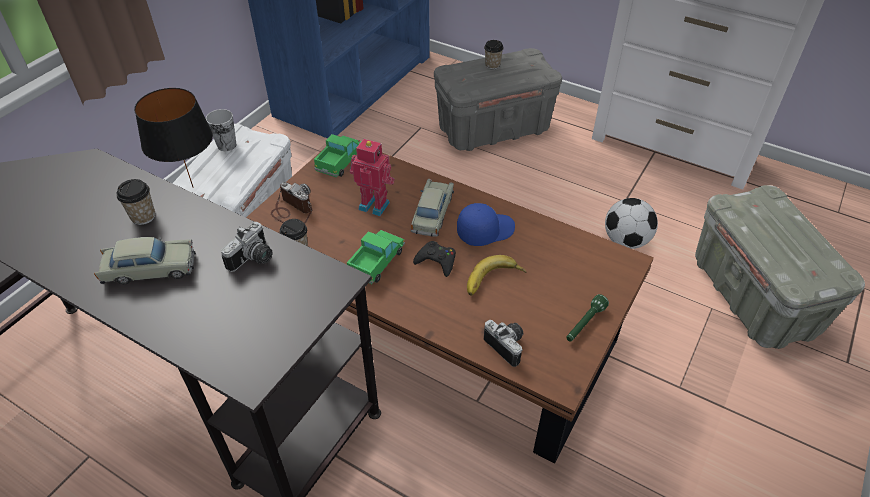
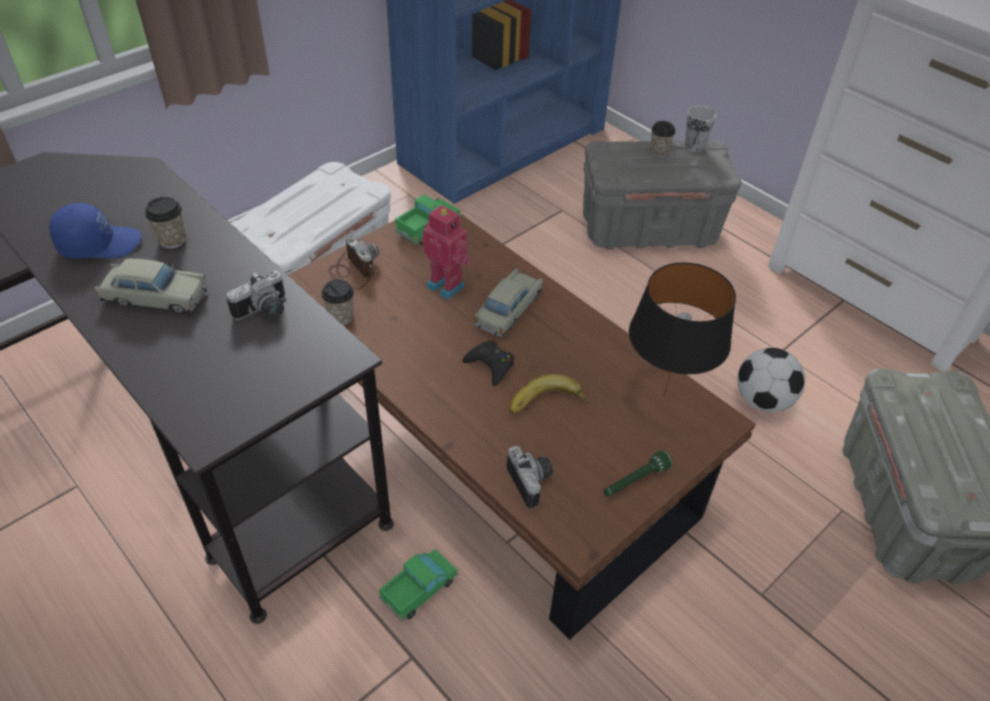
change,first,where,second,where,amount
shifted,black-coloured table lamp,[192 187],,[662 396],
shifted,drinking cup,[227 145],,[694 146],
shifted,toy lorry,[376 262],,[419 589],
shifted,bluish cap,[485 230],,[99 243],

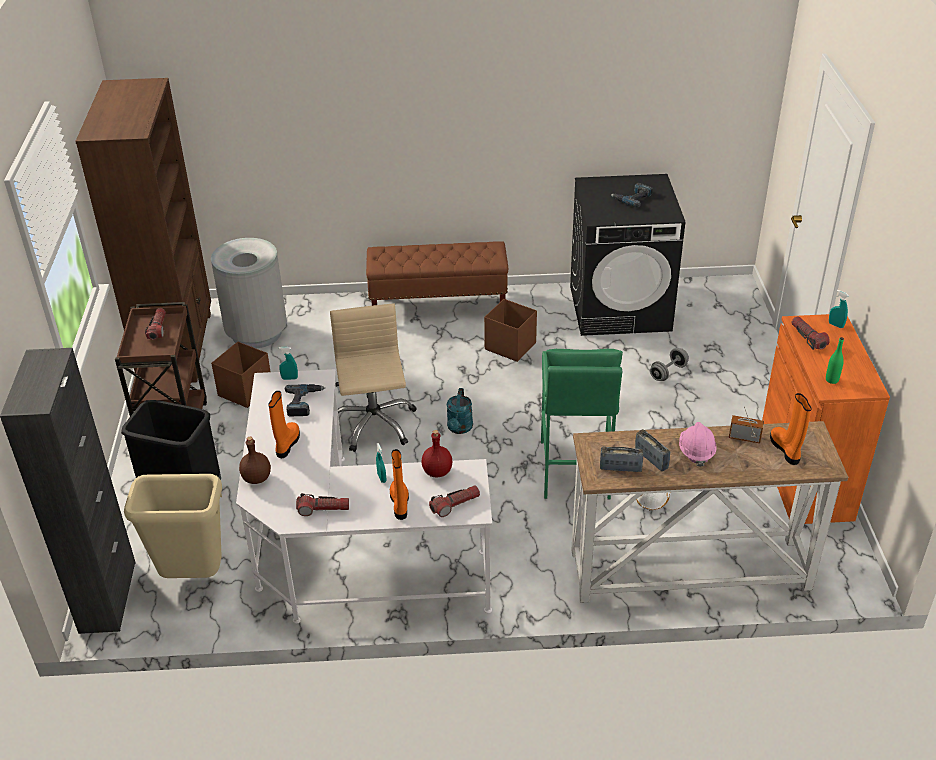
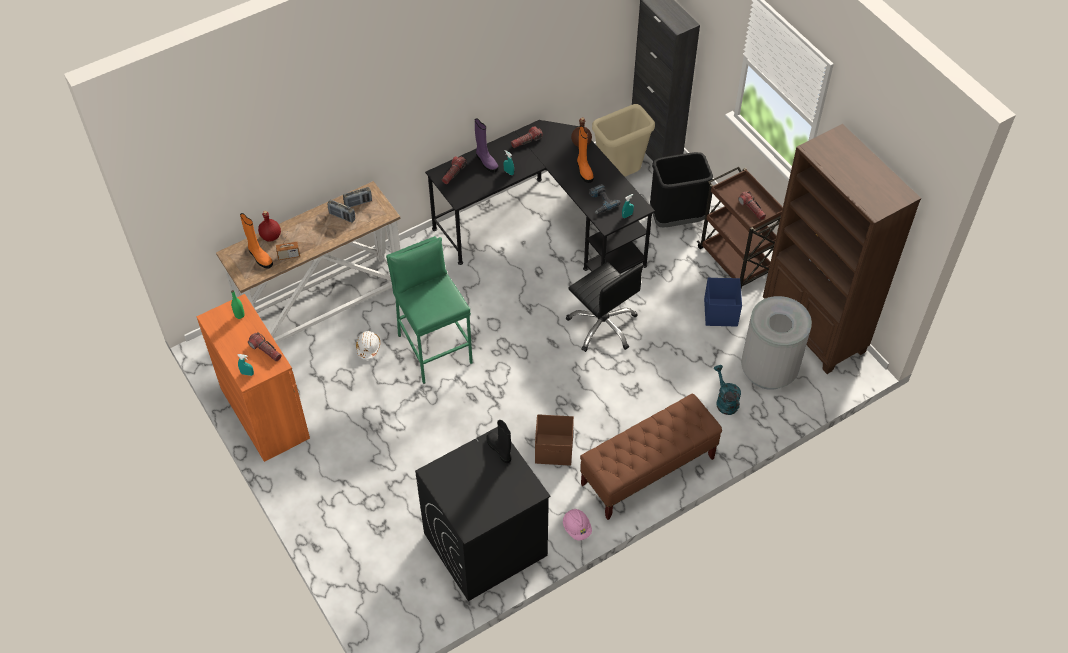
change,first,where,second,where,amount
gone,power drill,[632 198],,,
gone,greyish free weight,[668 372],,,
new,,,black-coloured tall boot,[500 450],
shifted,red drink bottle,[437 471],,[271 237],
shifted,turquoise watering pot,[459 428],,[725 401],
shifted,pink safety helmet,[696 452],,[577 528],
repainted,brownish storage bin,[246 391],bluish storage bin,[720 313],
repainted,white desk table,[347 551],black-coloured desk table,[544 228],
repainted,beige-coloured computer chair,[374 424],black-coloured computer chair,[603 325],
repainted,orangey tall boot,[400 503],purplish tall boot,[486 161],

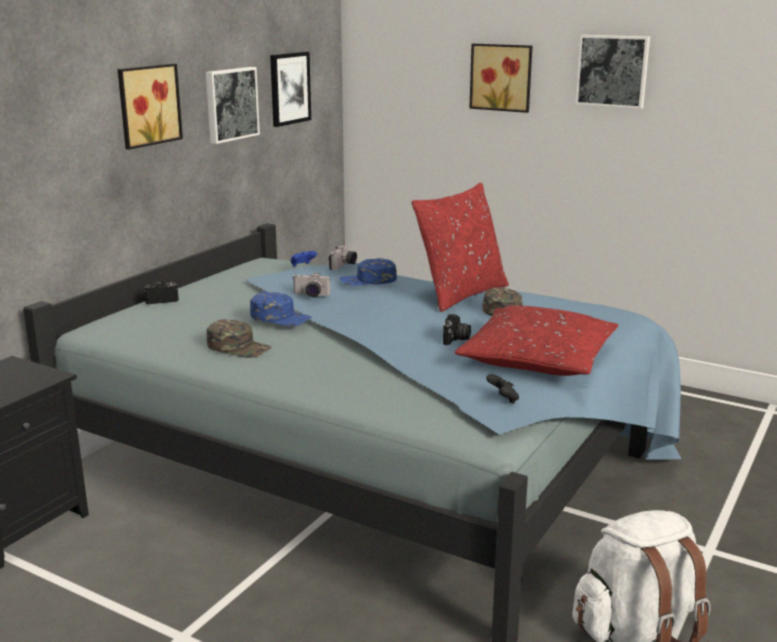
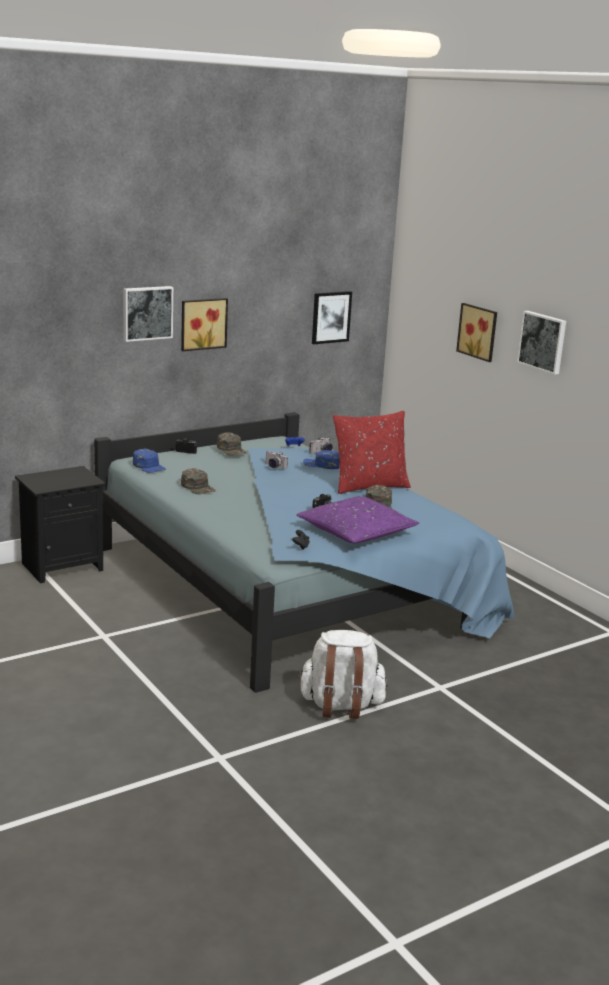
change,first,where,second,where,amount
new,,,greenish cap,[231 449],
shifted,picture,[230 104],,[147 313],
shifted,bluish cap,[280 317],,[149 466],
repainted,red cushion,[537 358],purplish cushion,[356 532],

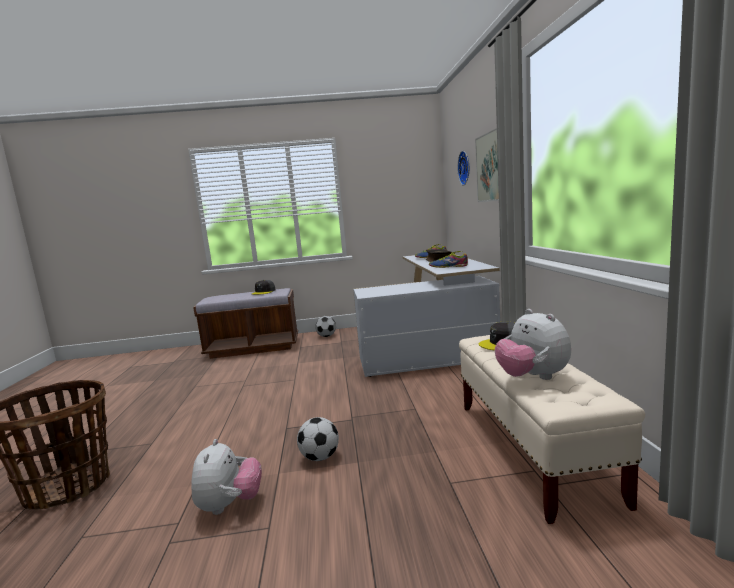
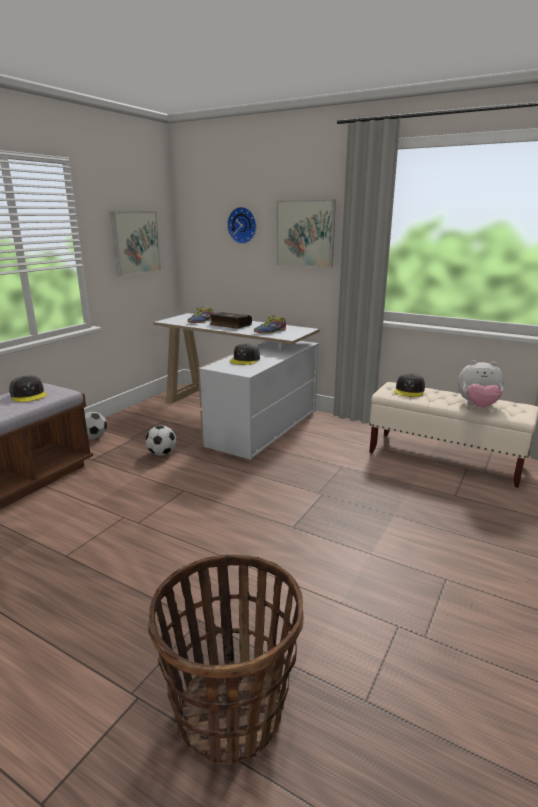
change,first,where,second,where,amount
gone,soft toy,[230 505],,,
new,,,picture,[136 243],
new,,,greyish cap,[245 360],
shifted,football ball,[320 457],,[162 453],

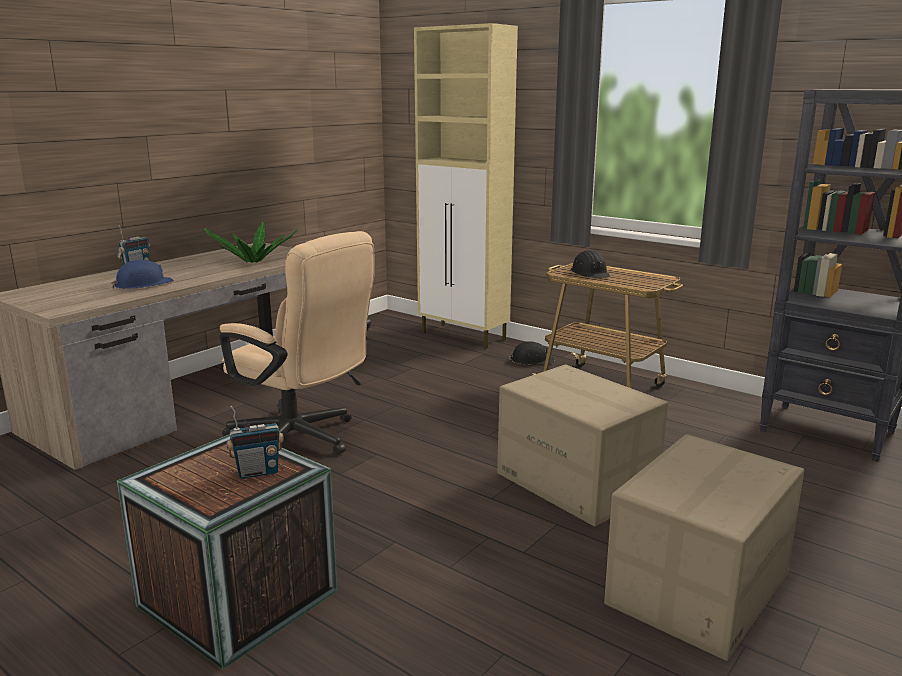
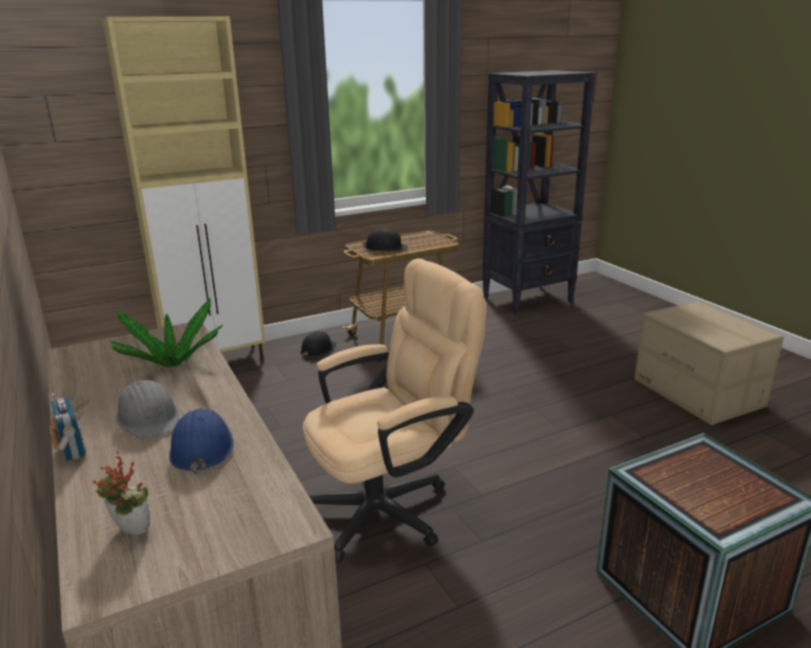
change,first,where,second,where,amount
gone,radio receiver,[258 472],,,
gone,packing box,[577 483],,,
new,,,potted plant,[129 532],
new,,,greyish safety helmet,[149 418],

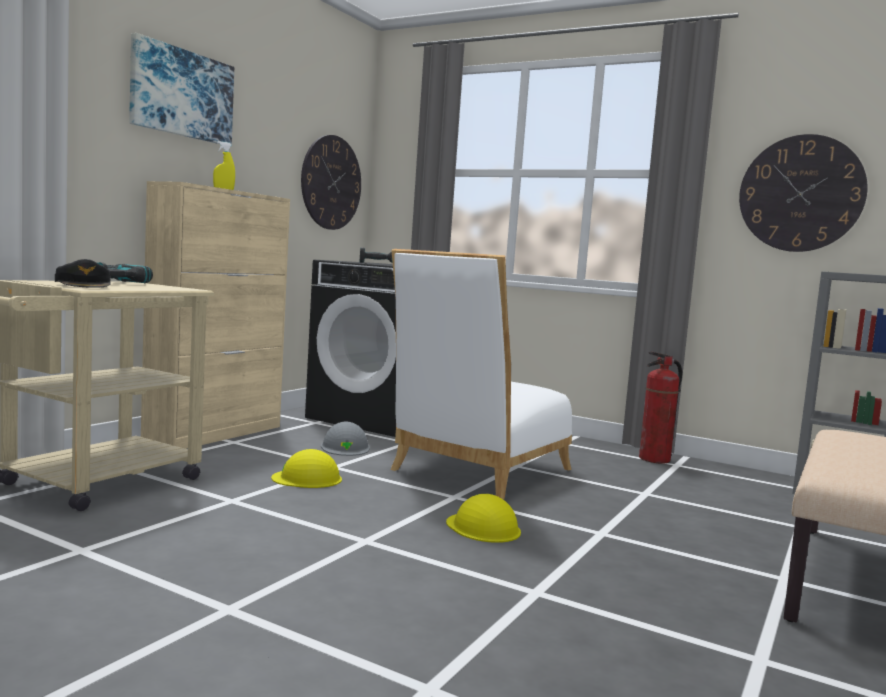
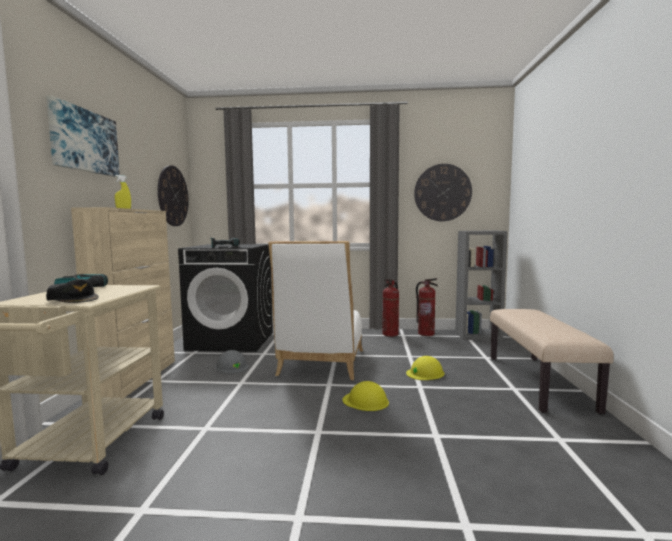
change,first,where,second,where,amount
new,,,fire-fighting cylinder,[426 334],
shifted,yellow-coloured safety helmet,[307 478],,[425 373],

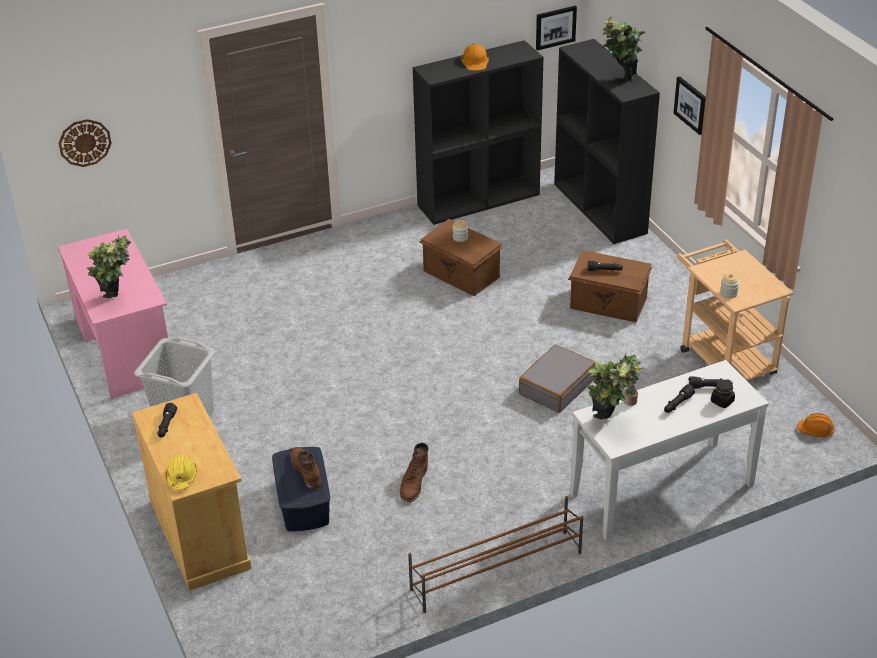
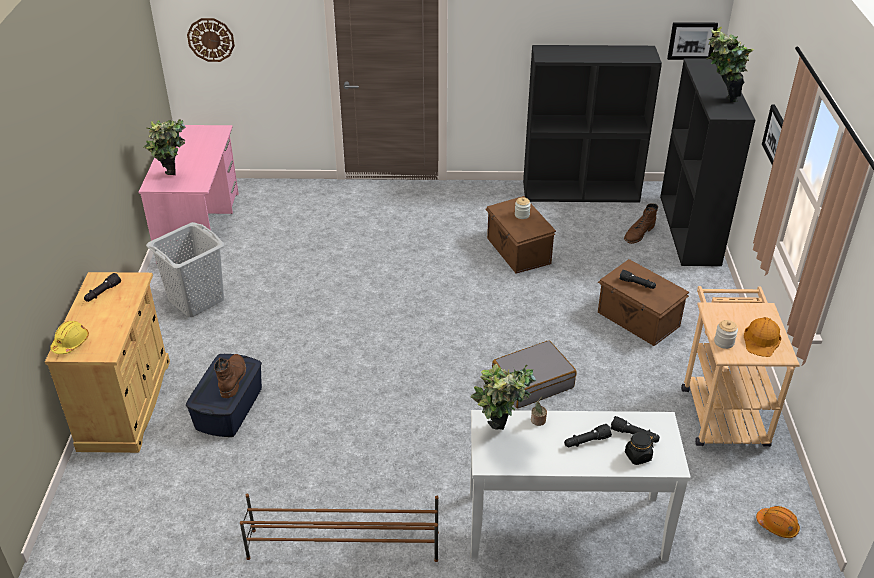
change,first,where,second,where,amount
shifted,brownish tall boot,[414 483],,[638 233],
shifted,orangey safety helmet,[475 61],,[761 340],

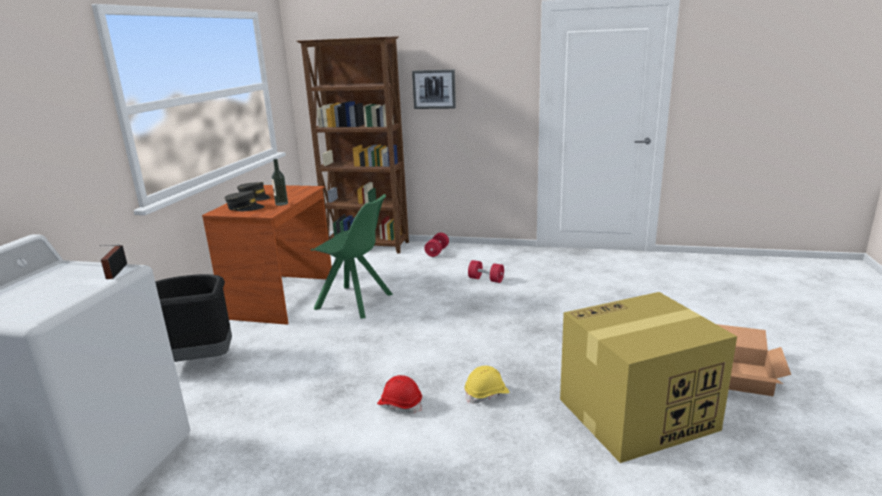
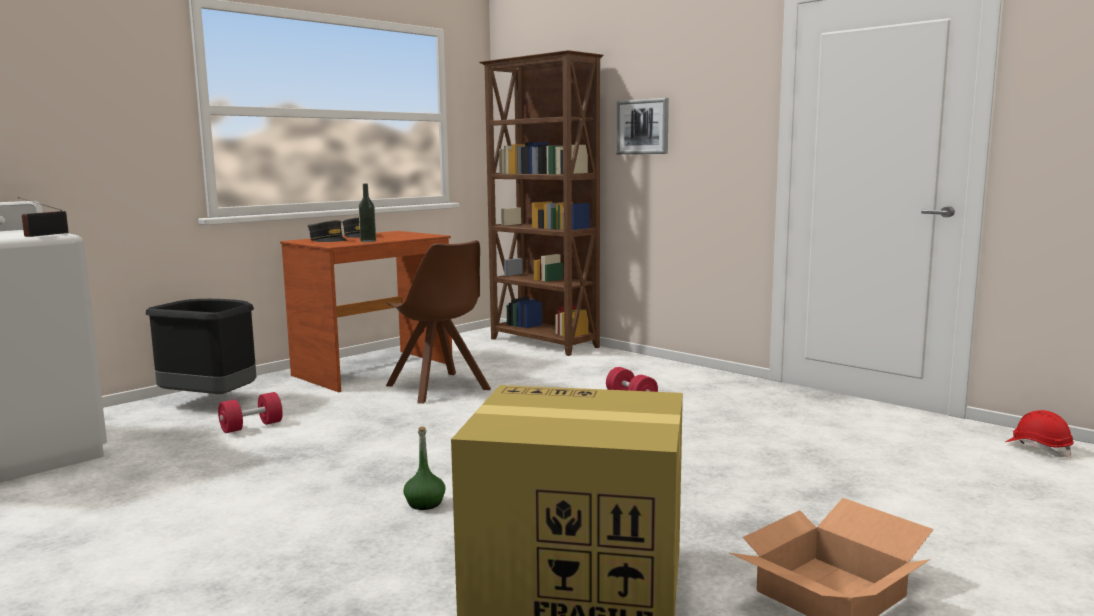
change,first,where,second,where,amount
shifted,red safety helmet,[400 404],,[1038 449],
shifted,red free weight,[437 251],,[251 426],
swapped,yellow-coloured safety helmet,[487 394],greenish drink bottle,[425 503],
repainted,greenish chair,[356 302],brownish chair,[439 389],

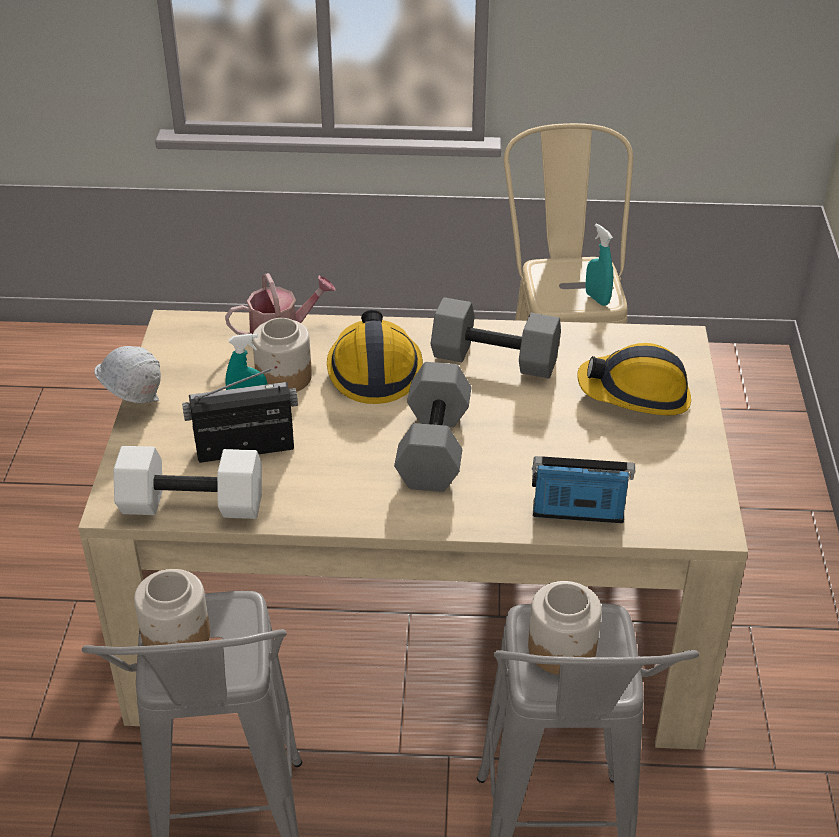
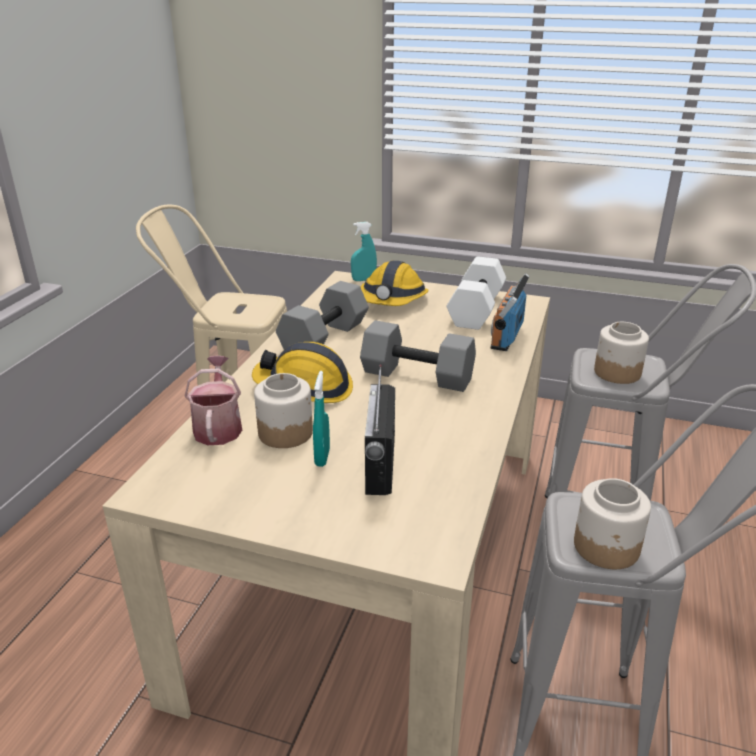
change,first,where,second,where,amount
gone,white safety helmet,[133 405],,,
shifted,white free weight,[194 503],,[475 309],
shifted,turquoise sprayer,[597 298],,[363 279],

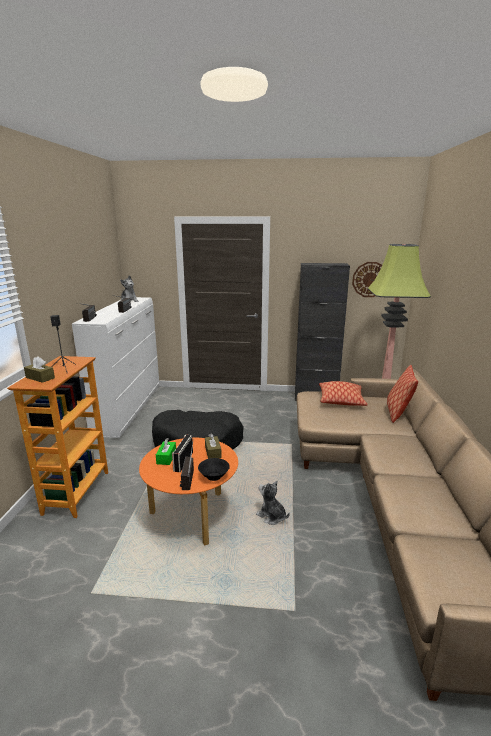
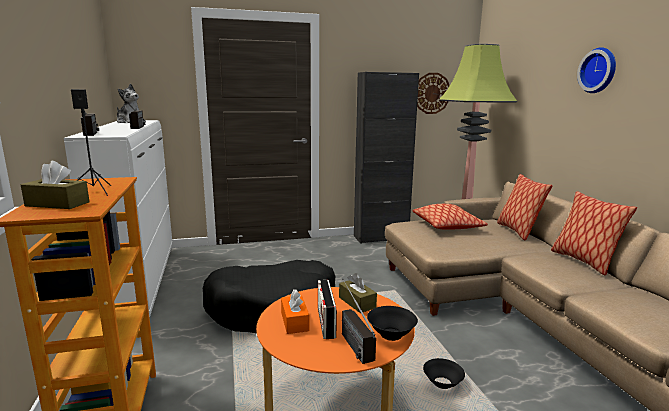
change,first,where,second,where,amount
new,,,cushion,[583 261],
new,,,clock on the wall,[599 70],
swapped,soft toy,[271 516],black-coloured bowl,[443 384],
repainted,greenish tissue box,[166 457],orangey tissue box,[294 321],

